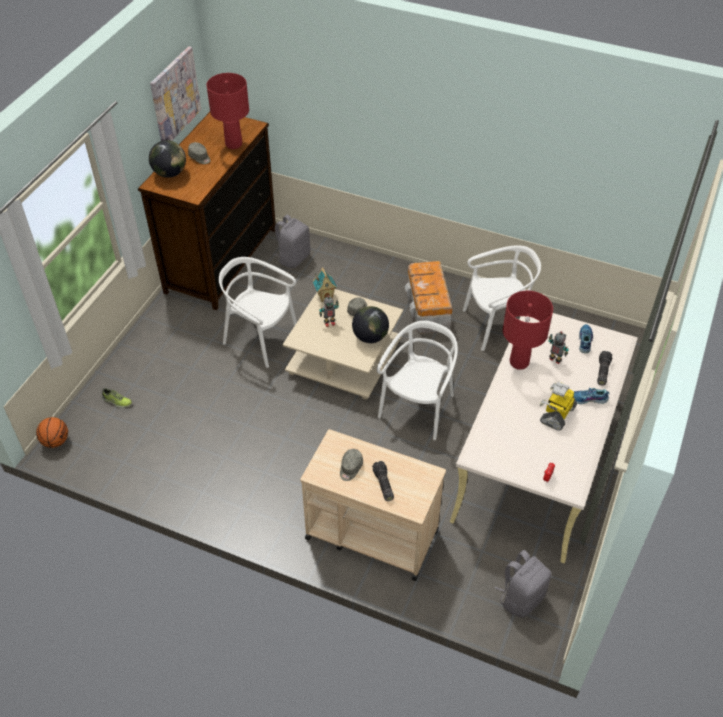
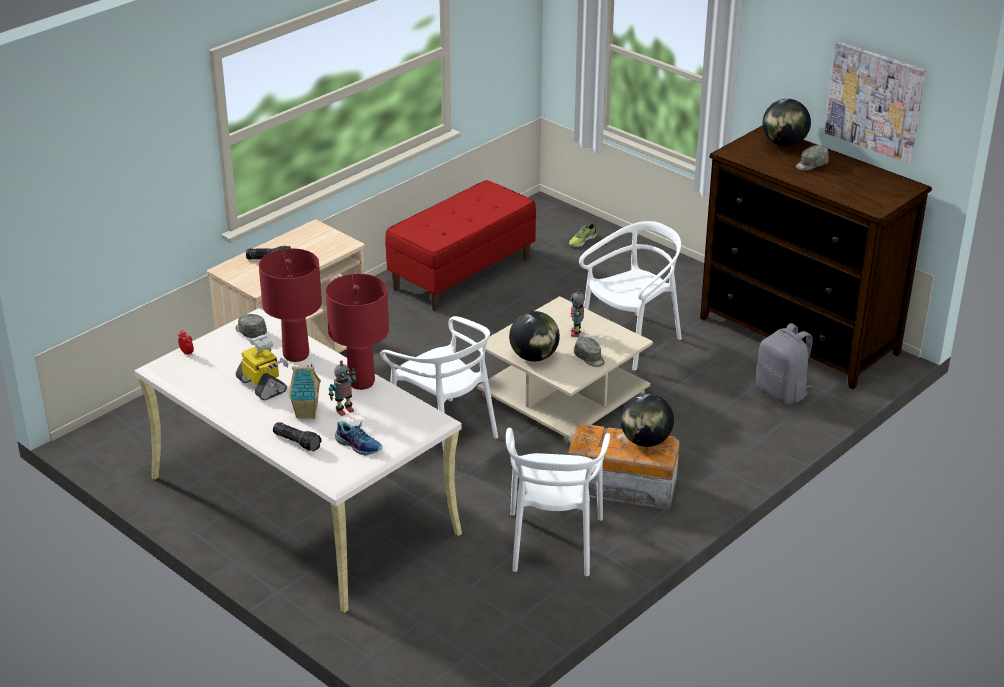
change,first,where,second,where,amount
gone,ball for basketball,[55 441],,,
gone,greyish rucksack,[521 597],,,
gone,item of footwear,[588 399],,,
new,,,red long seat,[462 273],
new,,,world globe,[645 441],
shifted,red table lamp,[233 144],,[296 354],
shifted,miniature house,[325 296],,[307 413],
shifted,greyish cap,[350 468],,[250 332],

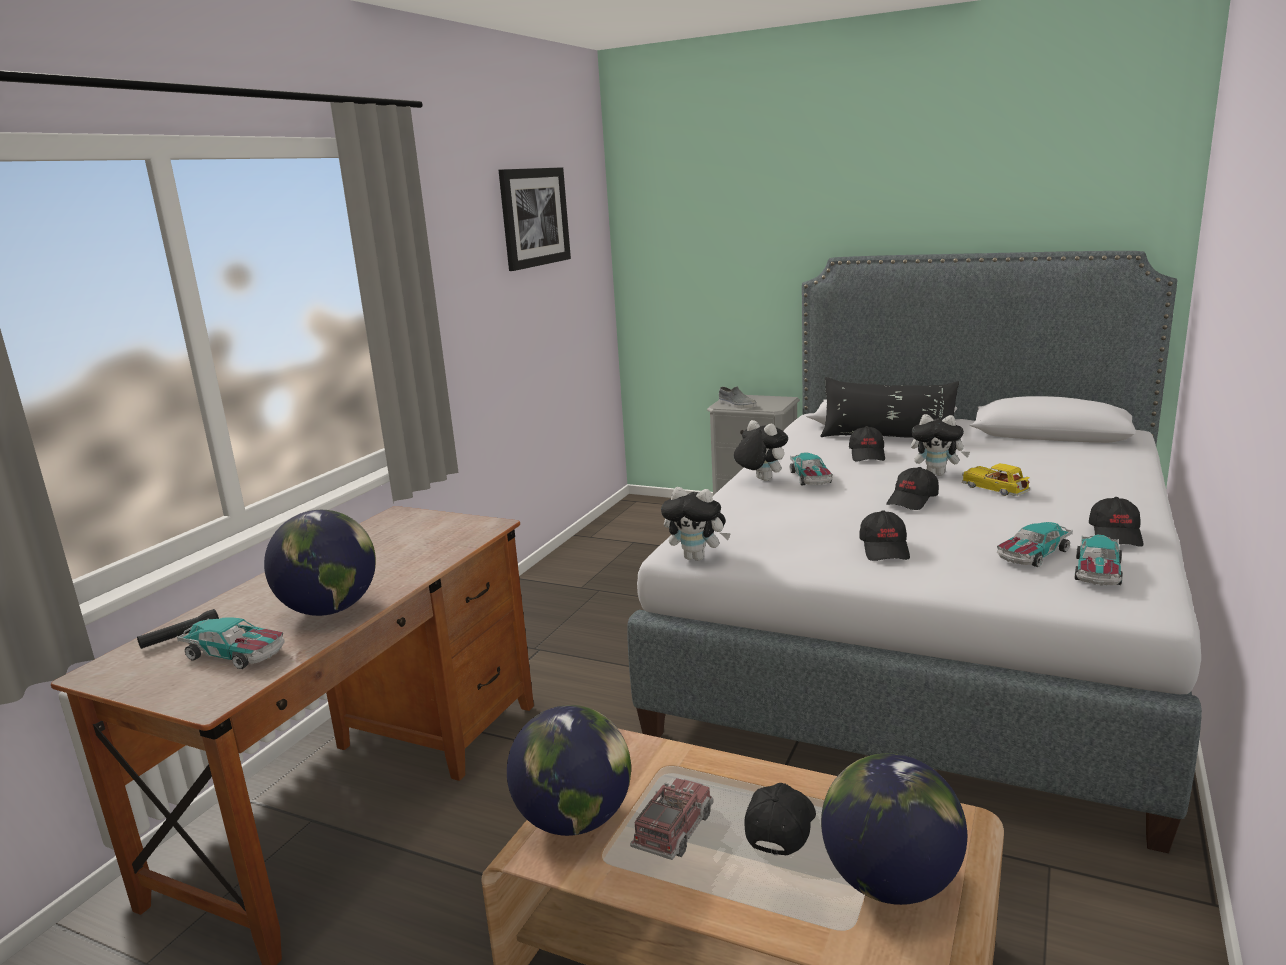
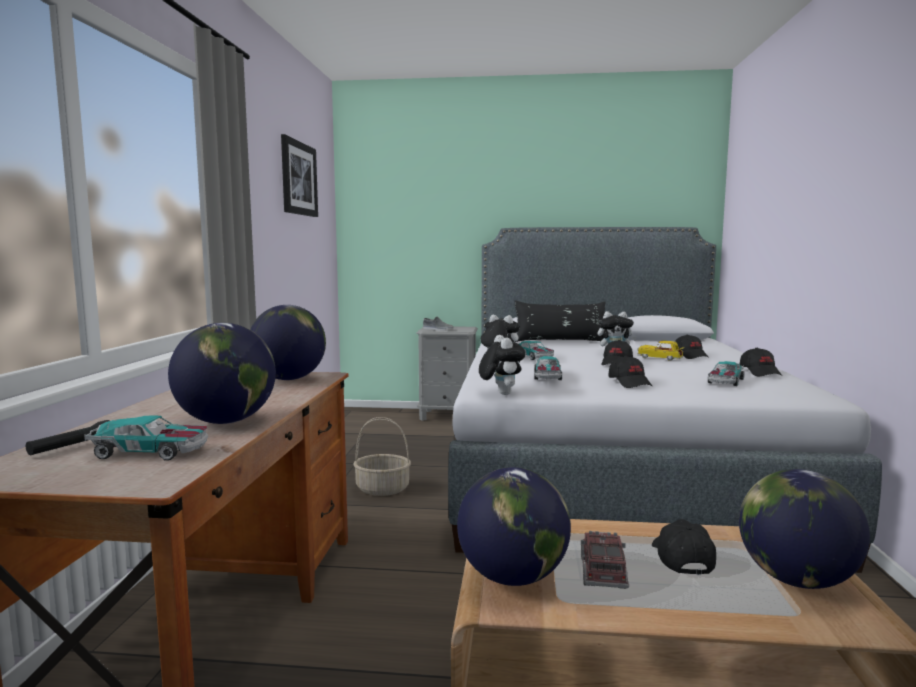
change,first,where,second,where,amount
new,,,world globe,[289 379],
new,,,household basket,[383 489],
shifted,black-coloured cap,[867 455],,[690 356],
shifted,model car,[1097 572],,[547 376],
rotated,soft toy,[697 557],,[500 393],105 degrees counterclockwise

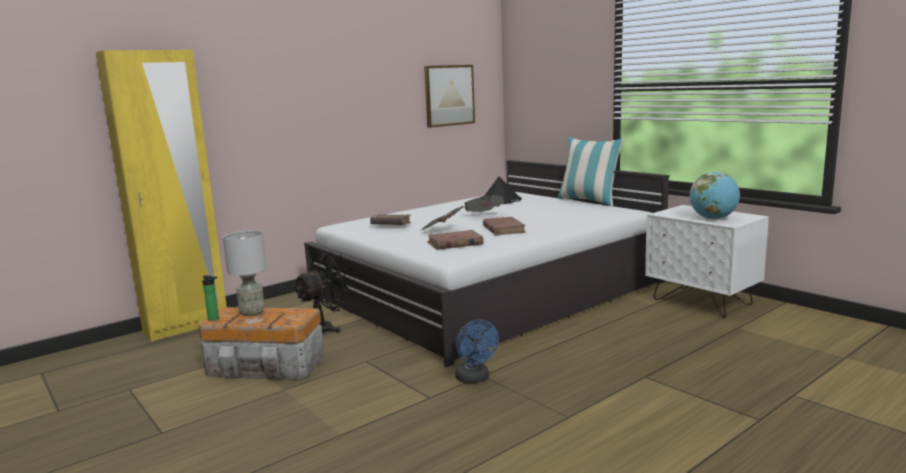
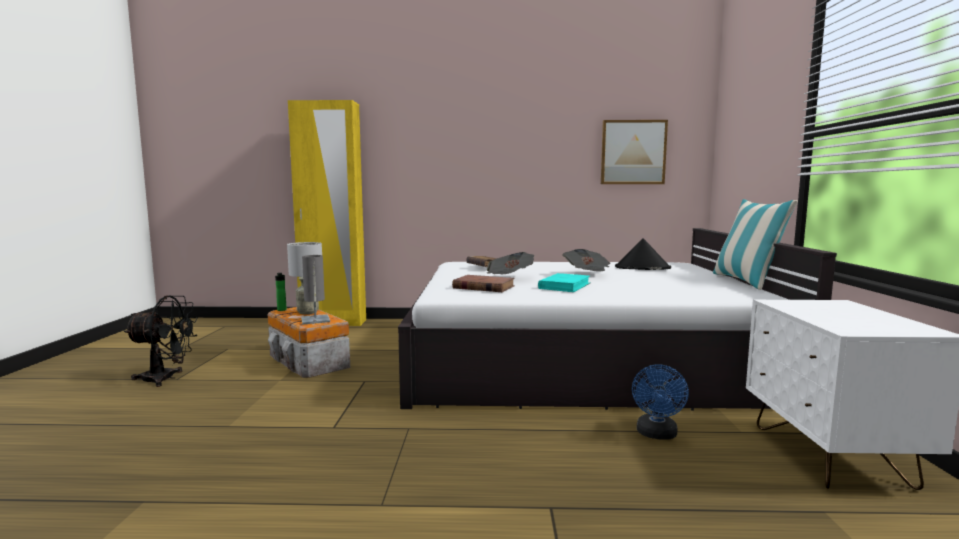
change,first,where,second,where,amount
gone,world globe,[713 219],,,
new,,,greyish table lamp,[315 320],
shifted,black-coloured fan,[326 328],,[166 378],
shifted,bluish fan,[475 379],,[657 435],
repainted,brownish volume,[503 229],turquoise volume,[564 286],

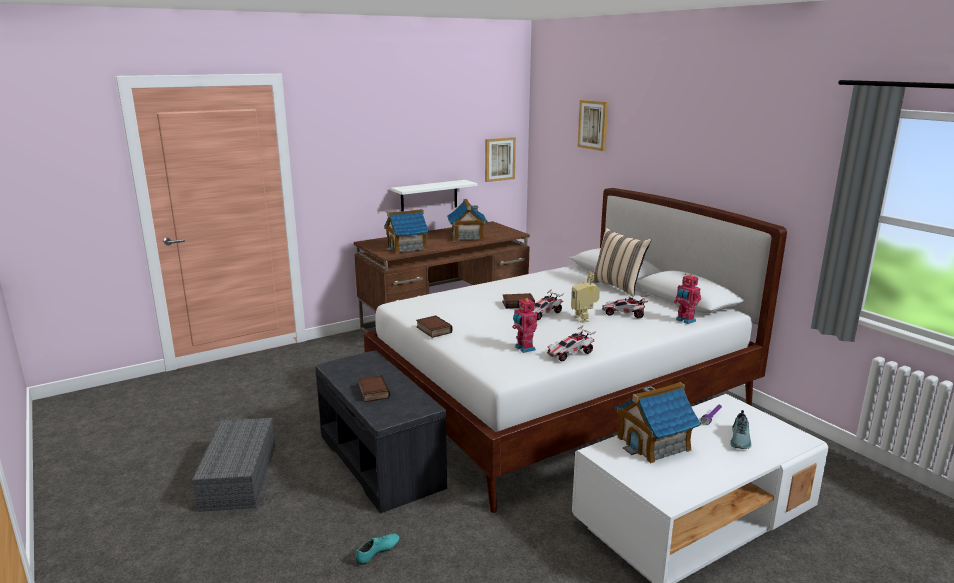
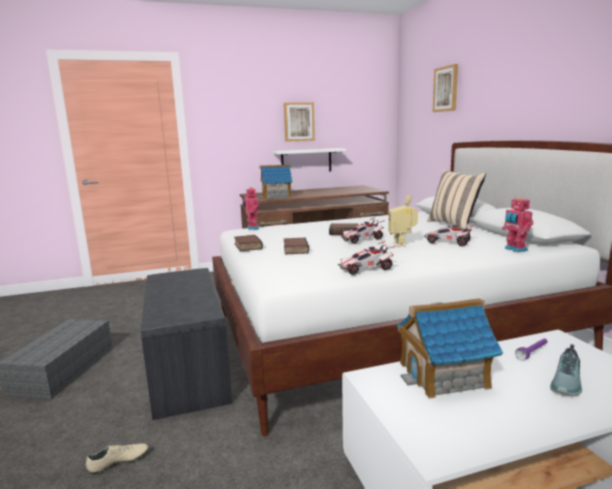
change,first,where,second,where,amount
gone,miniature house,[467 237],,,
shifted,volume,[372 392],,[294 249],
shifted,picture,[499 159],,[299 122],
shifted,toy robot,[524 348],,[252 228],
repainted,turquoise item of footwear,[378 553],beige-coloured item of footwear,[119 463],

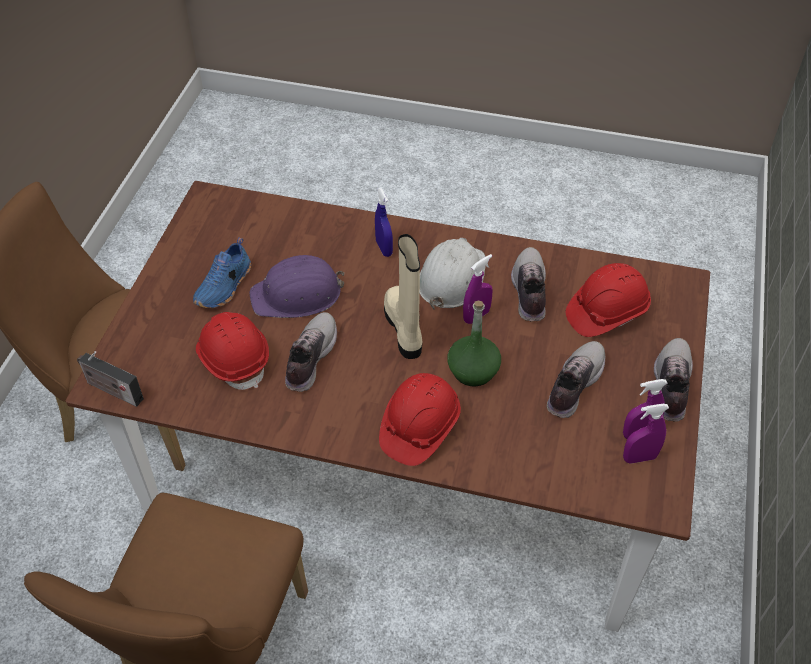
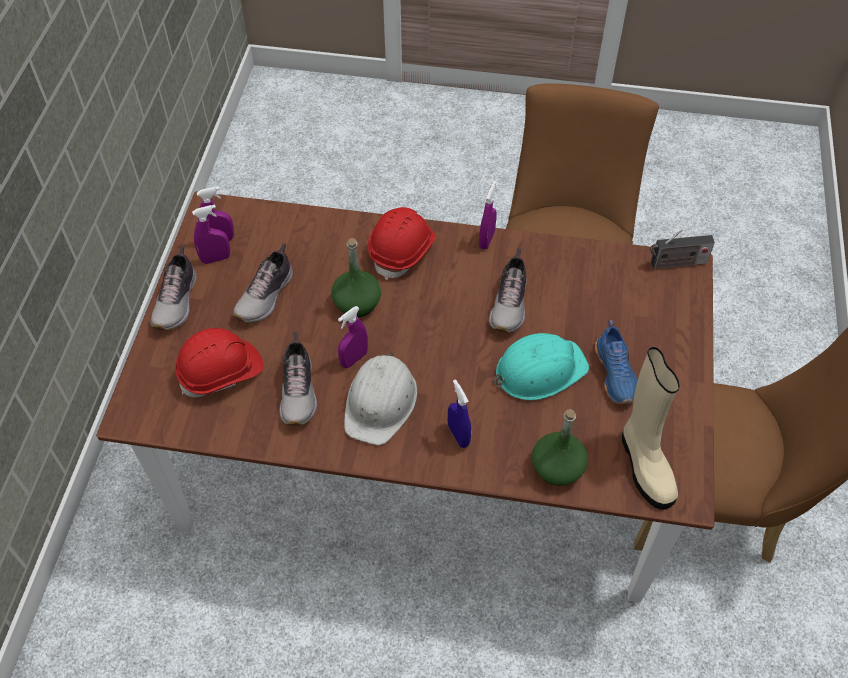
change,first,where,second,where,amount
gone,red safety helmet,[234 359],,,
new,,,purplish sprayer,[486 240],
new,,,greenish drink bottle,[557 467],
shifted,beige-coloured tall boot,[405 328],,[644 465],
repainted,purplish safety helmet,[297 294],turquoise safety helmet,[539 370],
rotated,radio receiver,[112 390],,[676 263],150 degrees clockwise
rotated,bluish item of footwear,[225 287],,[616 373],150 degrees clockwise

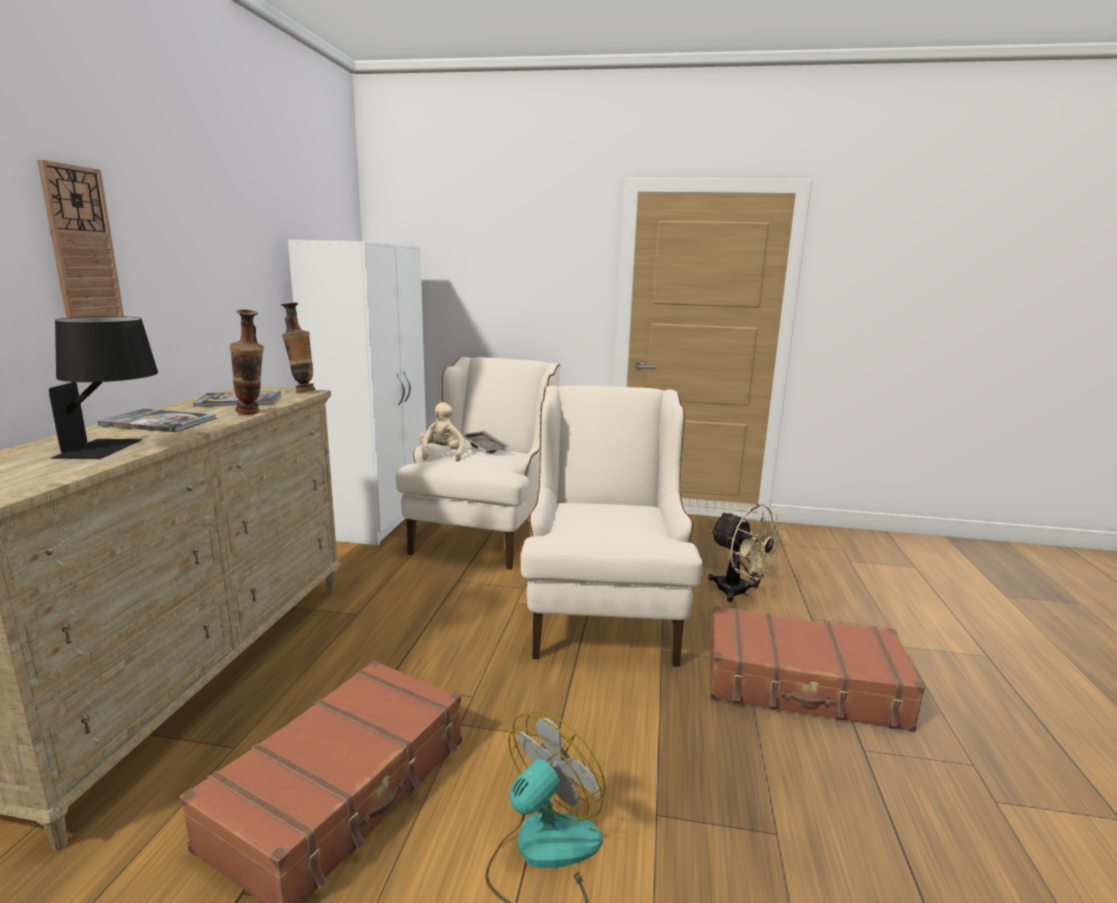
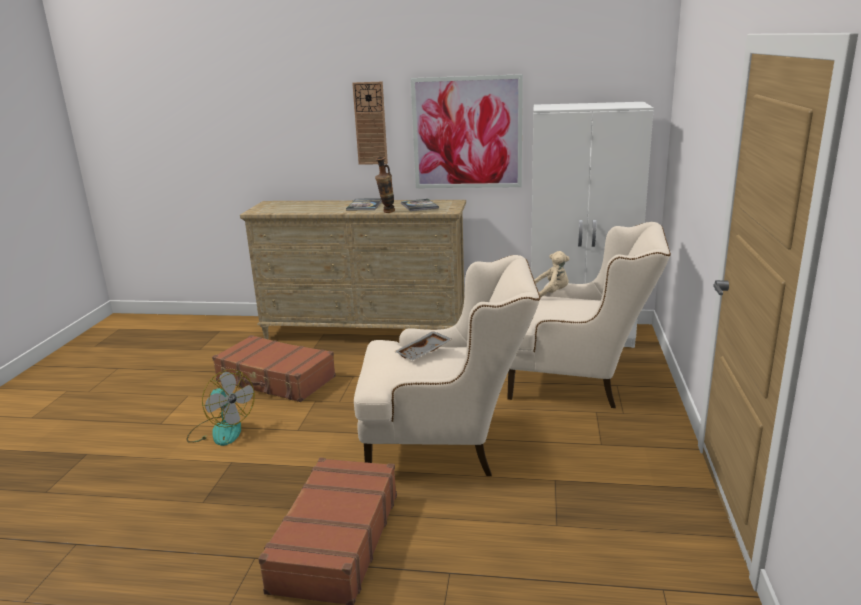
change,first,where,second,where,amount
gone,black-coloured table lamp,[116 448],,,
gone,vase,[302 391],,,
gone,beige-coloured fan,[739 592],,,
new,,,picture,[467 133],
shifted,greyish tray,[485 447],,[424 352],

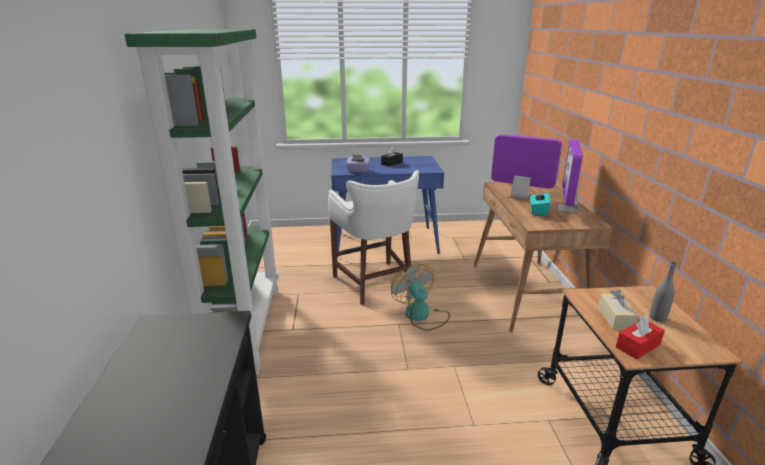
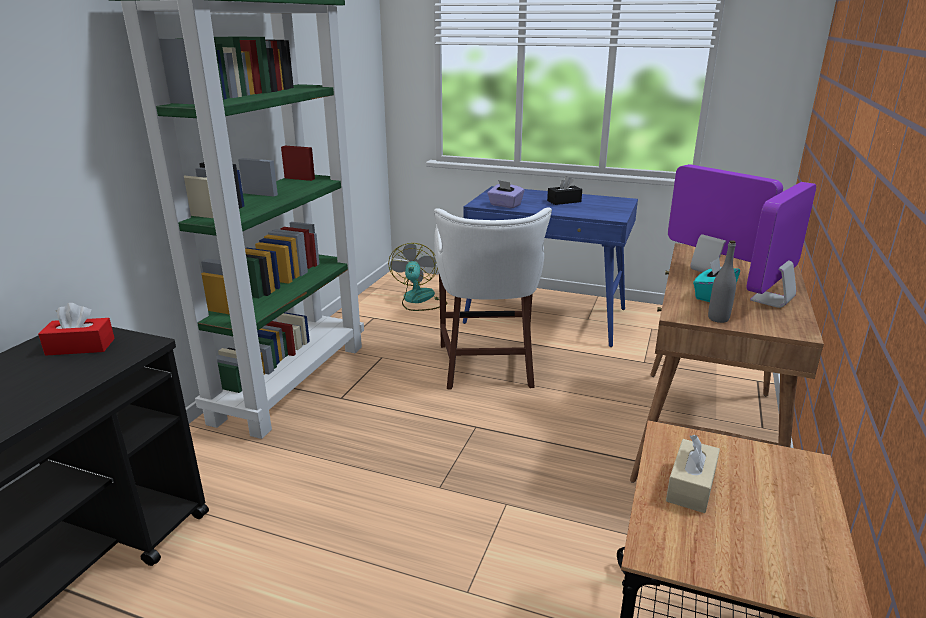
change,first,where,second,where,amount
shifted,fan,[421 316],,[419 300],
shifted,red tissue box,[638 346],,[80 347],
shifted,greyish drink bottle,[657 318],,[718 318],

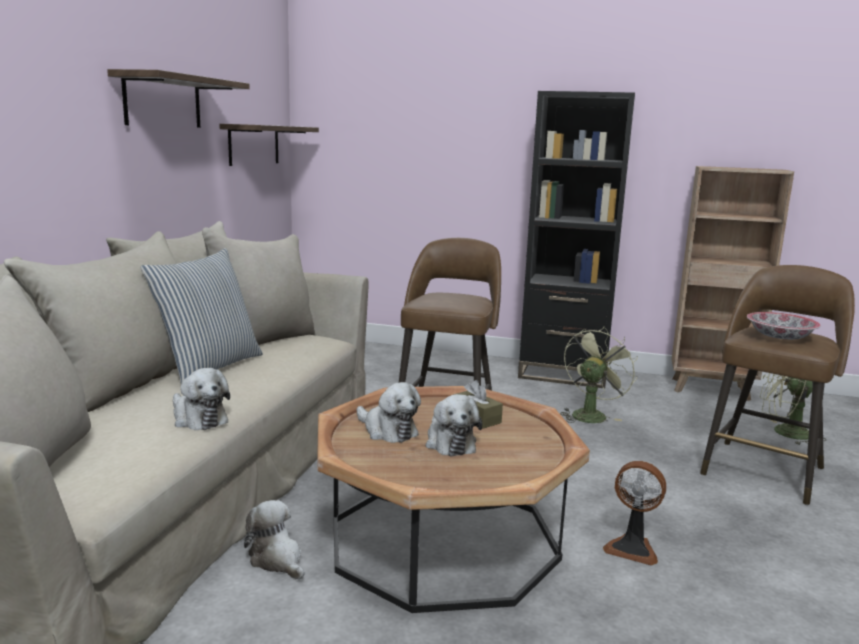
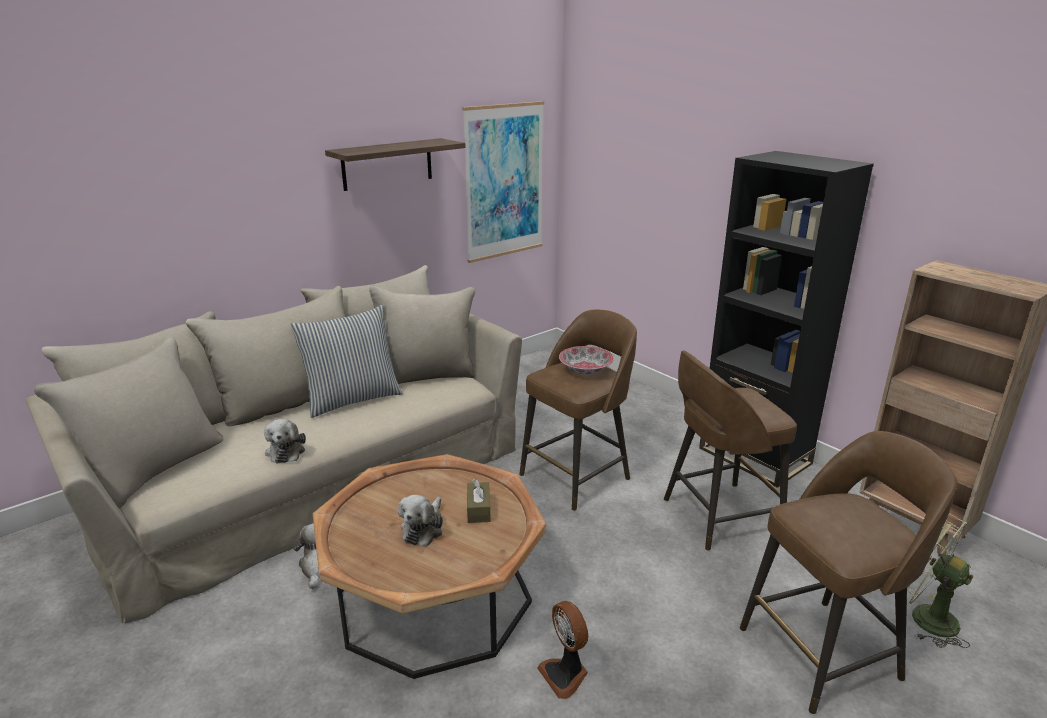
change,first,where,second,where,amount
gone,soft toy,[387 431],,,
shifted,bowl,[780 337],,[586 370],
swapped,bracket shelf,[254 144],picture,[504 182],
swapped,greenish fan,[591 414],brownish stool,[718 516],

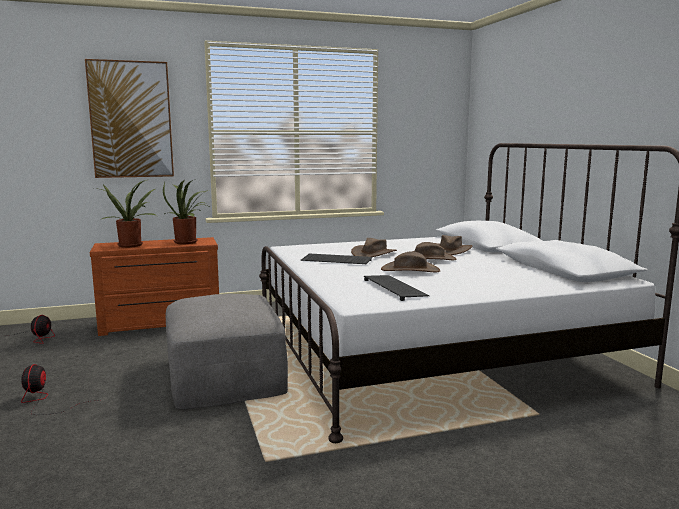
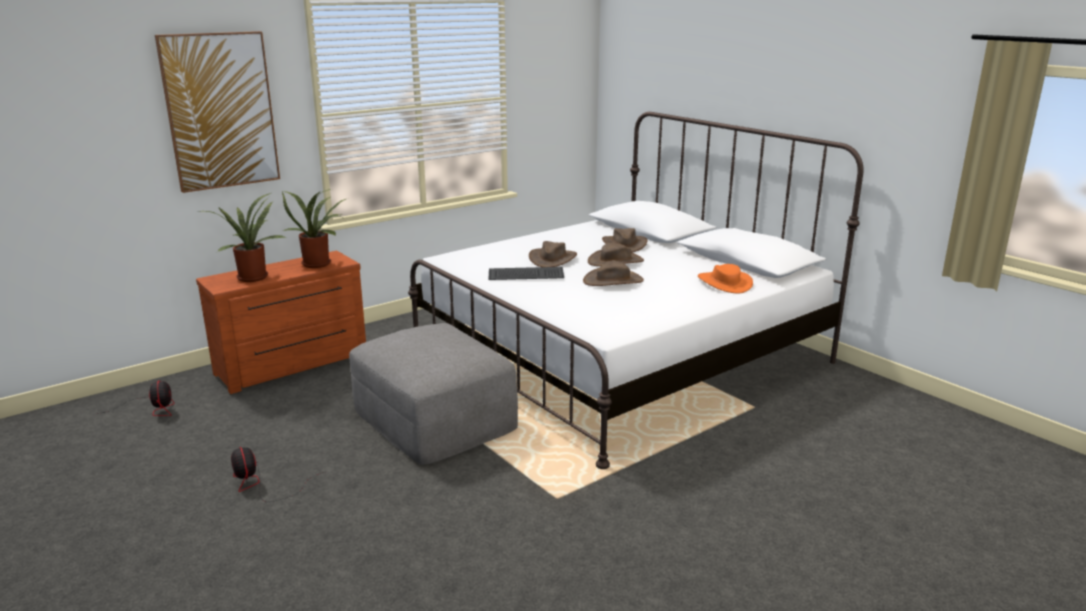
change,first,where,second,where,amount
gone,computer keyboard,[396 288],,,
new,,,orangey clothing hat,[724 283],

